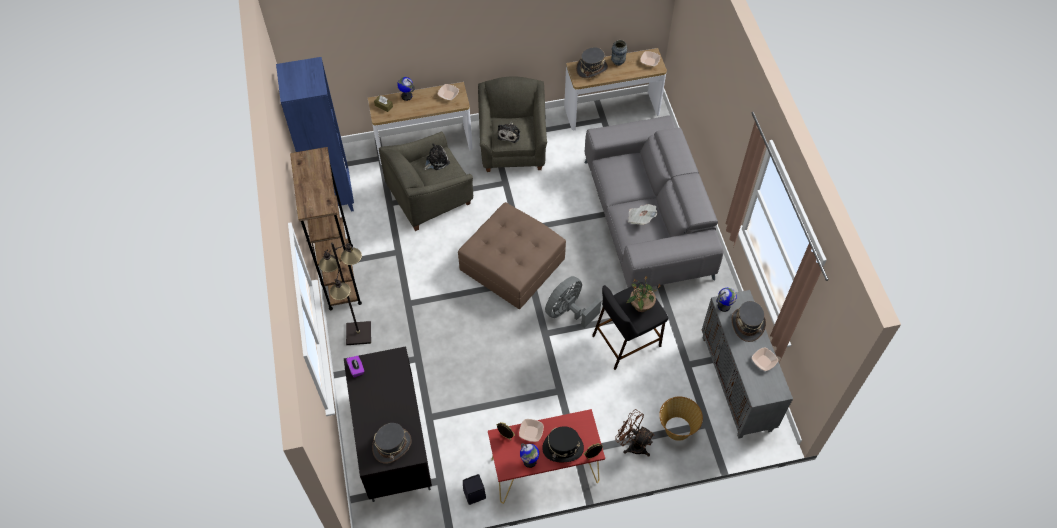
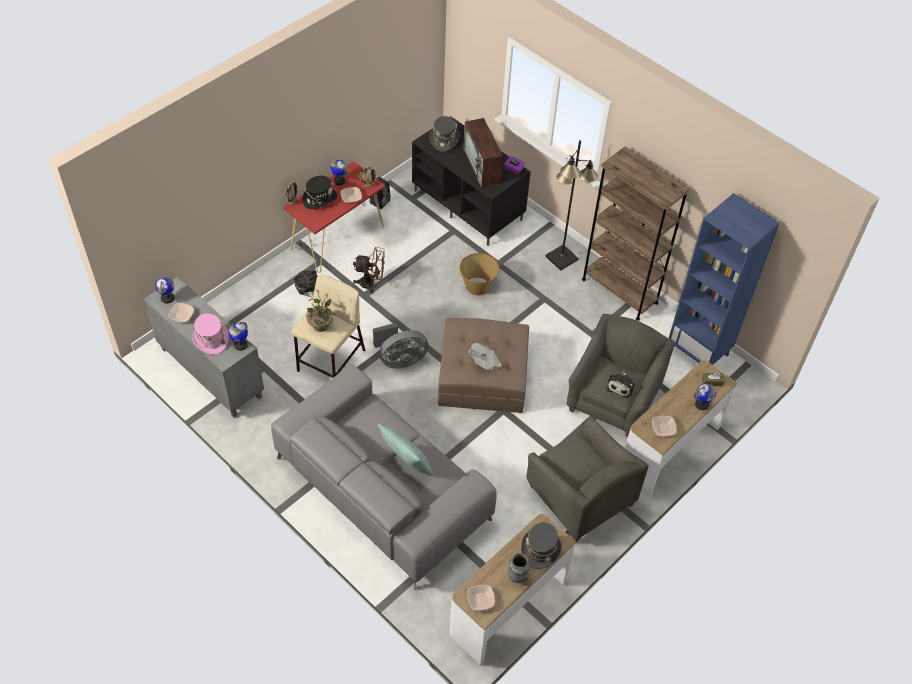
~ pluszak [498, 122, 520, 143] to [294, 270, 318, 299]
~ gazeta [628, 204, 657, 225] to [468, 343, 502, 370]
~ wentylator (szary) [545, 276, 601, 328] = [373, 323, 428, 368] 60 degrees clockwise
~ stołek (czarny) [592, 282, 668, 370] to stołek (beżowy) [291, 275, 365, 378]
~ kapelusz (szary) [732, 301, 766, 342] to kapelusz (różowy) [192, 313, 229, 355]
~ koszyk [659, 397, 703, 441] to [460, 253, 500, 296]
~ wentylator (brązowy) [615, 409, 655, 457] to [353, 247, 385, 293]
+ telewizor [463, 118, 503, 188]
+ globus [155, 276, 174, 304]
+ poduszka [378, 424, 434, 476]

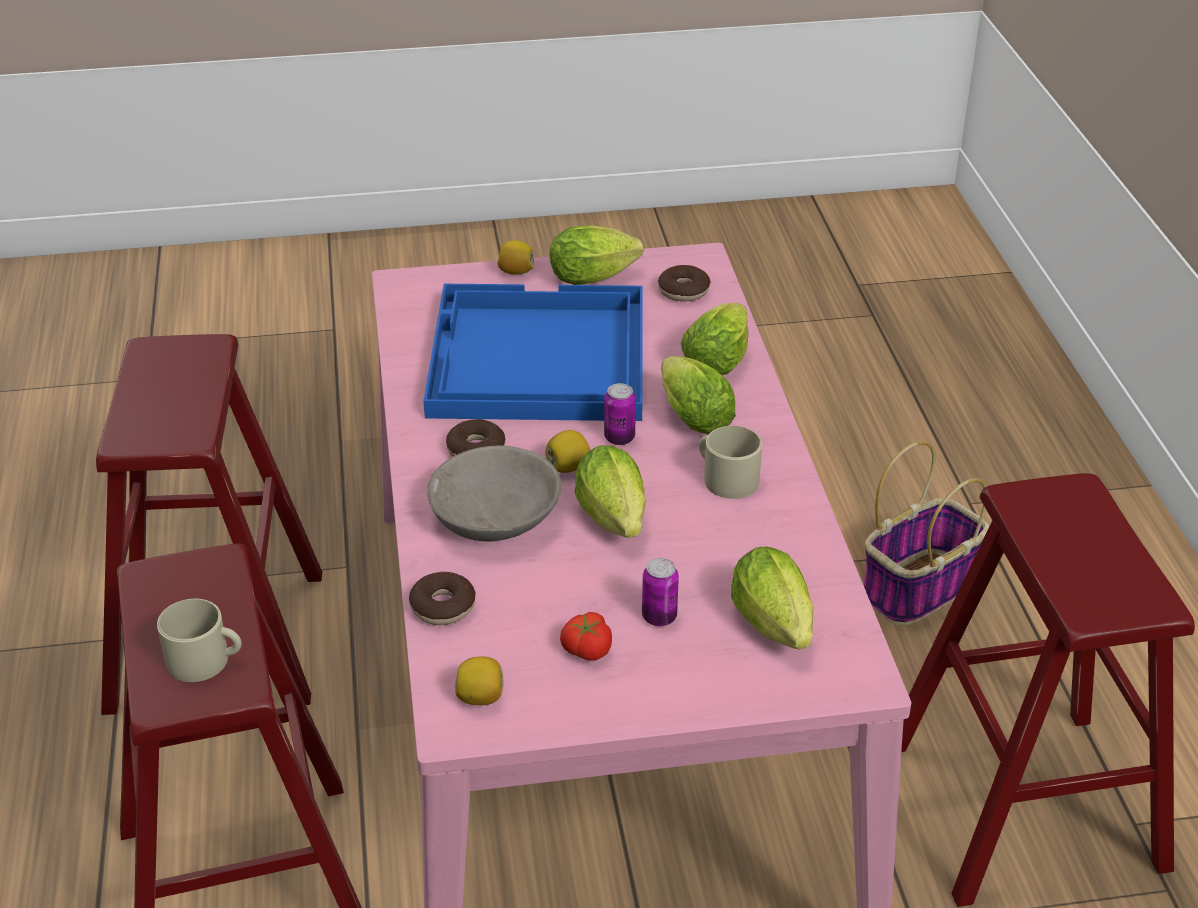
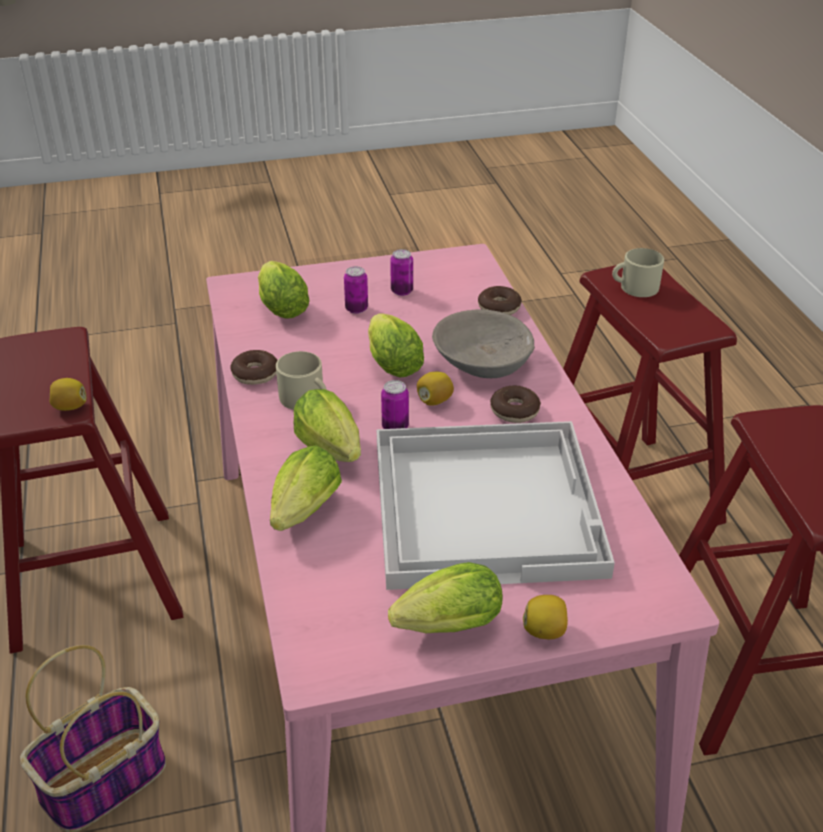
~ donut [658, 265, 711, 302] to [230, 350, 278, 385]
~ taca (niebieski) [423, 284, 643, 421] to taca (biały) [377, 421, 615, 590]
~ pomidor [560, 612, 612, 661] to puszka [390, 249, 413, 296]
~ cytryna [455, 656, 504, 705] to [49, 378, 87, 411]

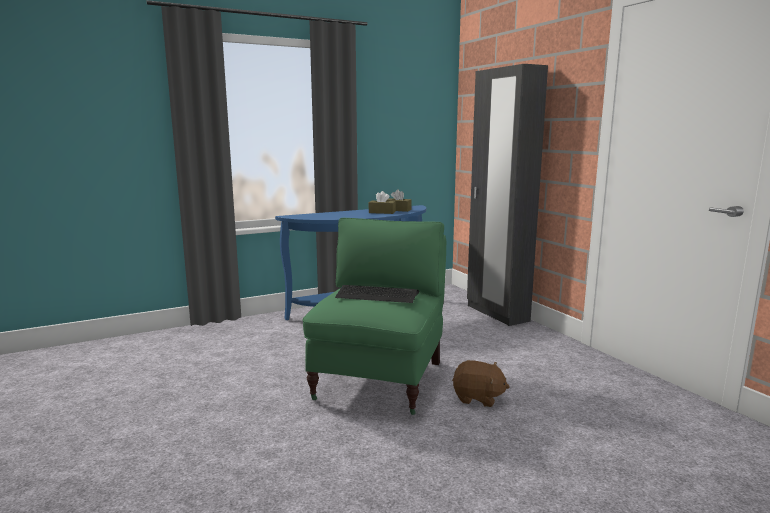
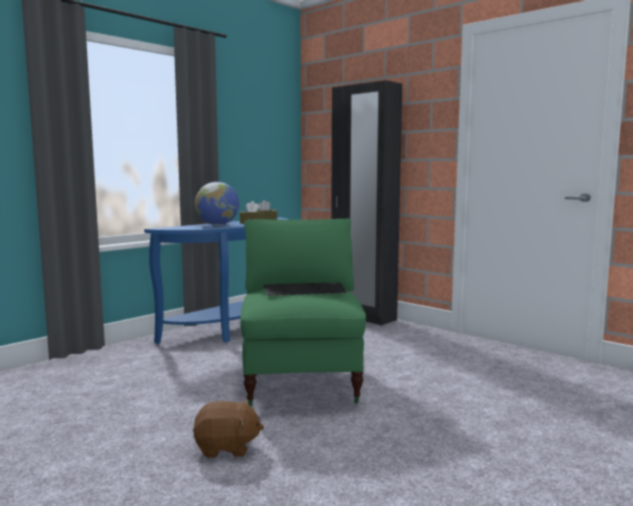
~ pluszak (brązowy) [452, 360, 510, 407] to [193, 399, 264, 458]
+ globus [195, 182, 239, 225]

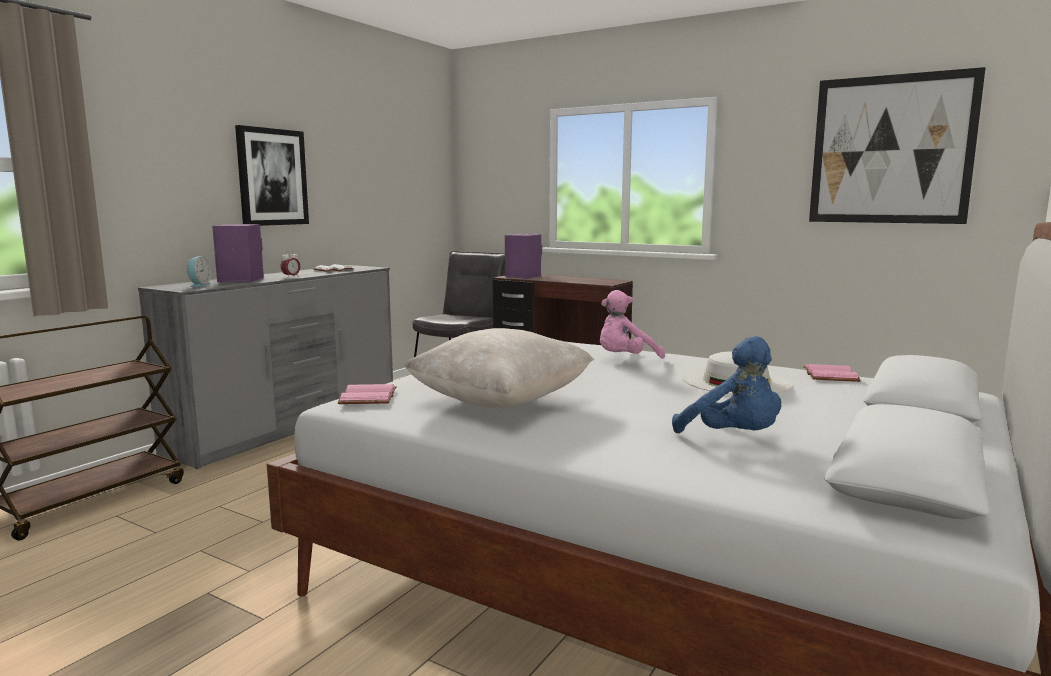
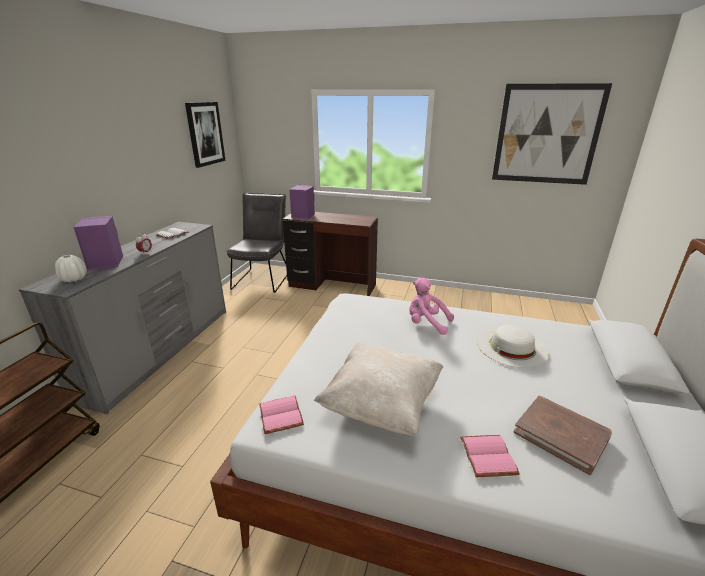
~ obraz [235, 125, 309, 226] to [185, 102, 226, 168]
~ budzik [187, 256, 211, 287] to wazon (biały) [55, 255, 87, 282]
~ pluszak (różowy) [600, 290, 665, 359] = [409, 278, 454, 335] 75 degrees clockwise
~ pluszak (niebieski) [672, 336, 781, 433] to książka (brązowy) [514, 396, 612, 475]
~ książka (różowy) [803, 364, 861, 382] to [460, 435, 520, 477]

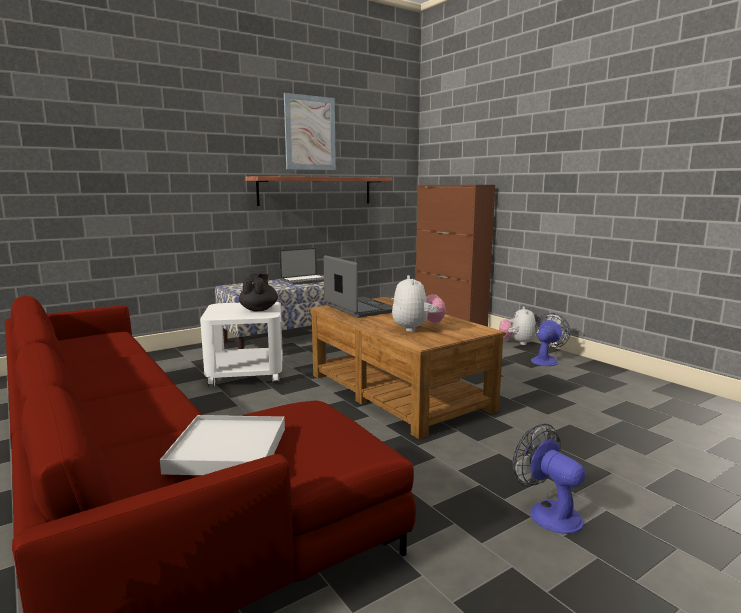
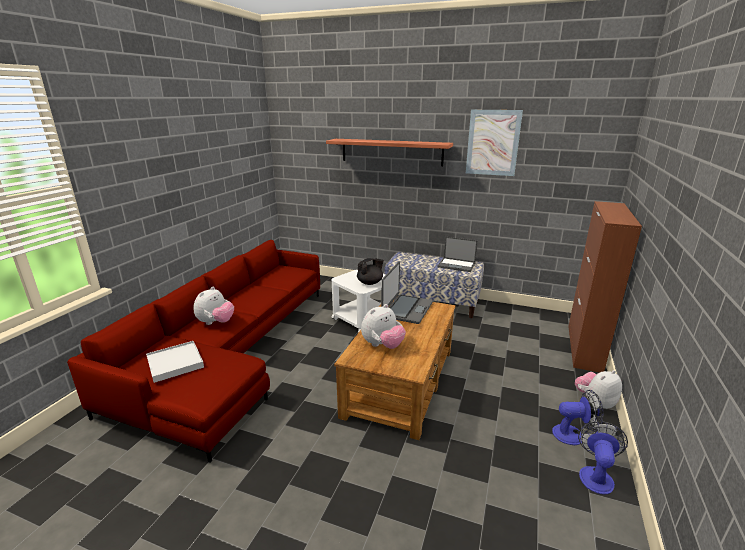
~ półka [245, 176, 392, 206] to [326, 139, 453, 166]
~ wentylator [513, 424, 585, 534] to [578, 421, 628, 495]
+ pluszak [193, 287, 234, 325]

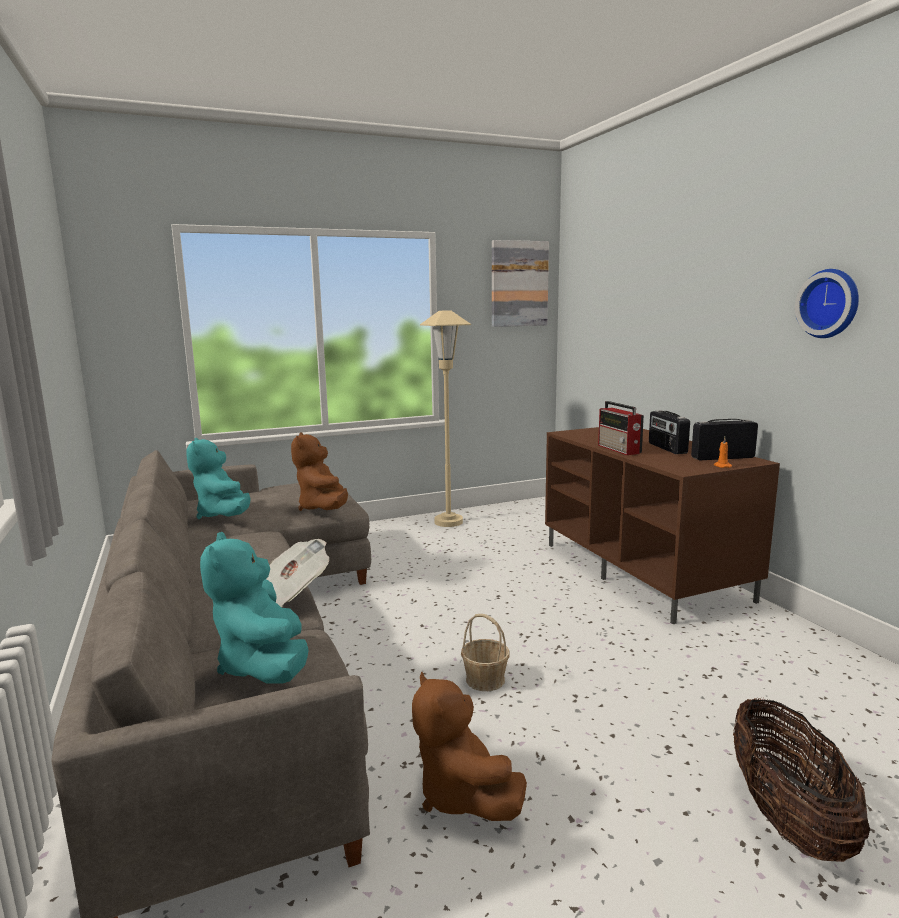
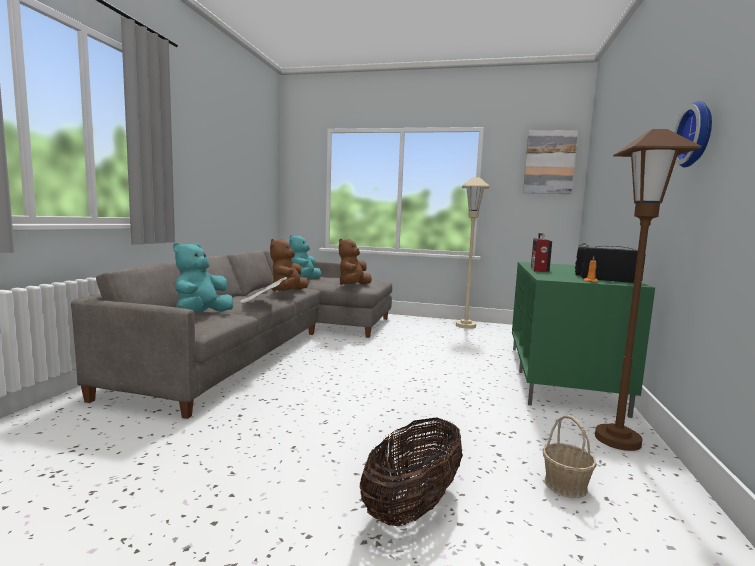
~ szafka pod telewizor (brązowy) [545, 427, 780, 624] to szafka pod telewizor (zielony) [512, 262, 655, 418]
~ koszyk [461, 614, 510, 691] to [543, 415, 597, 498]
~ pluszak (brązowy) [412, 671, 527, 821] to [270, 239, 308, 292]
+ lampa stojąca (brązowy) [595, 129, 702, 451]

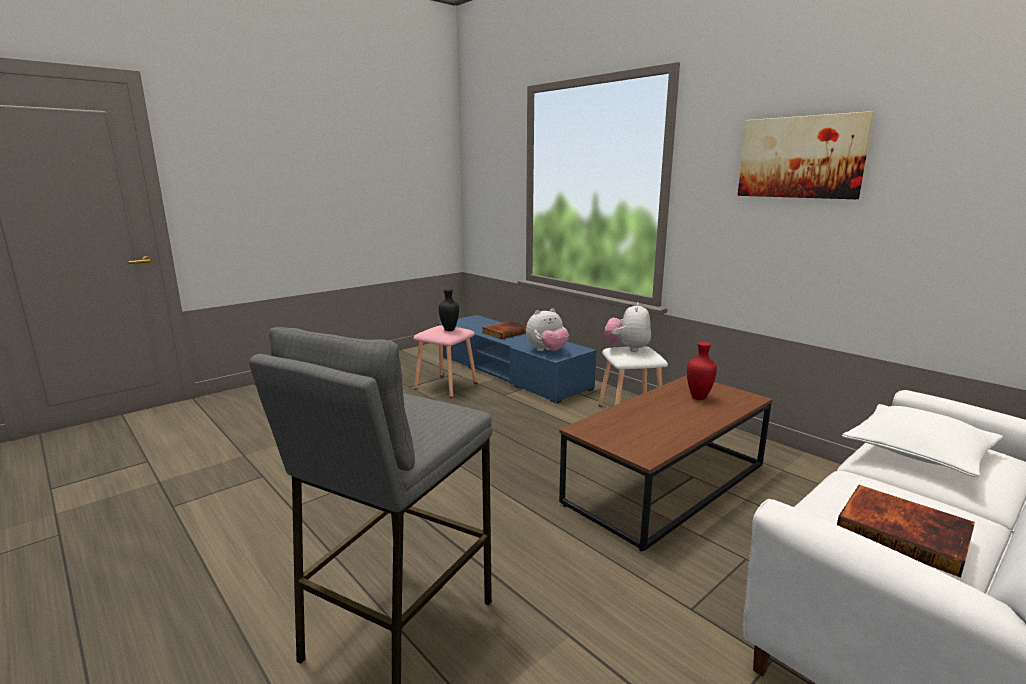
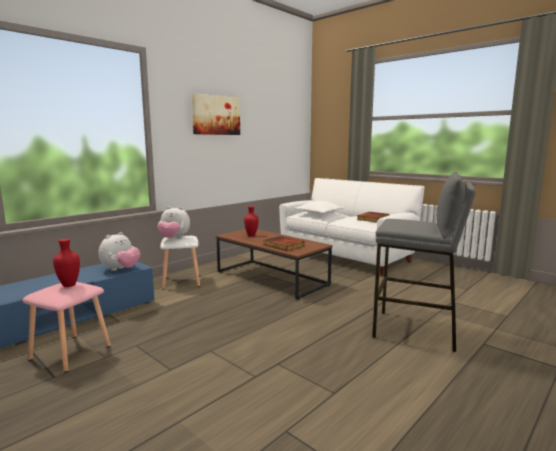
~ wazon (czarny) [439, 289, 459, 331] to wazon (czerwony) [53, 239, 80, 287]
~ pluszak [526, 308, 569, 351] = [99, 232, 140, 271] 60 degrees clockwise
~ książka [482, 321, 526, 339] to [264, 236, 304, 251]

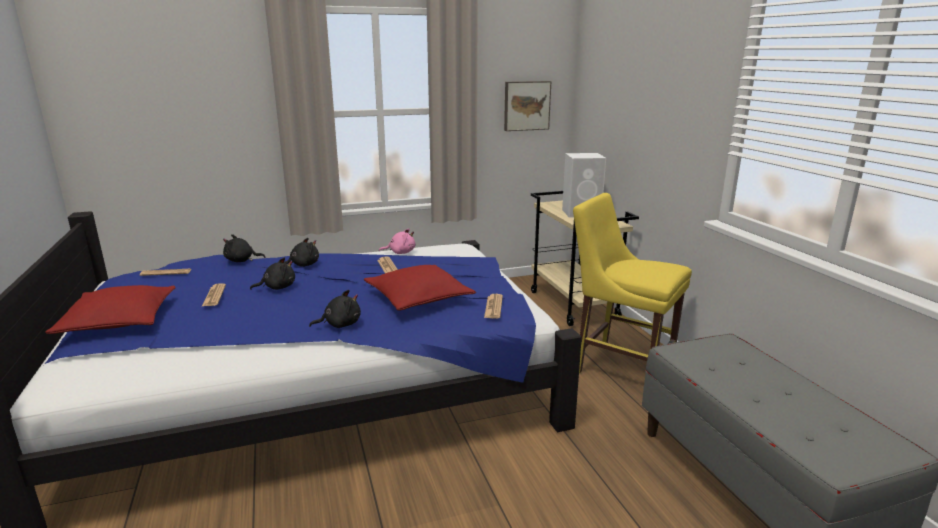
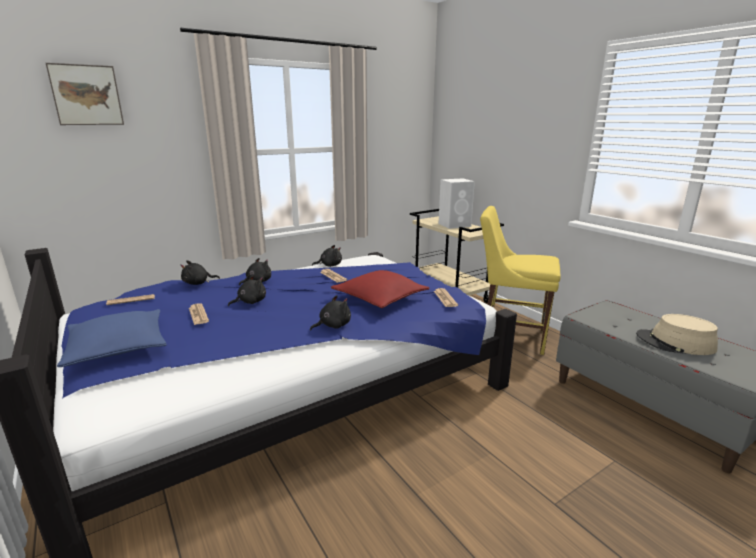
~ obraz [504, 81, 551, 131] to [46, 63, 124, 125]
~ pluszak (różowy) [379, 228, 415, 254] to pluszak (czarny) [312, 245, 342, 267]
~ poduszka (czerwony) [45, 285, 176, 334] to poduszka (niebieski) [57, 309, 167, 367]
+ kapelusz (beżowy) [636, 314, 718, 355]

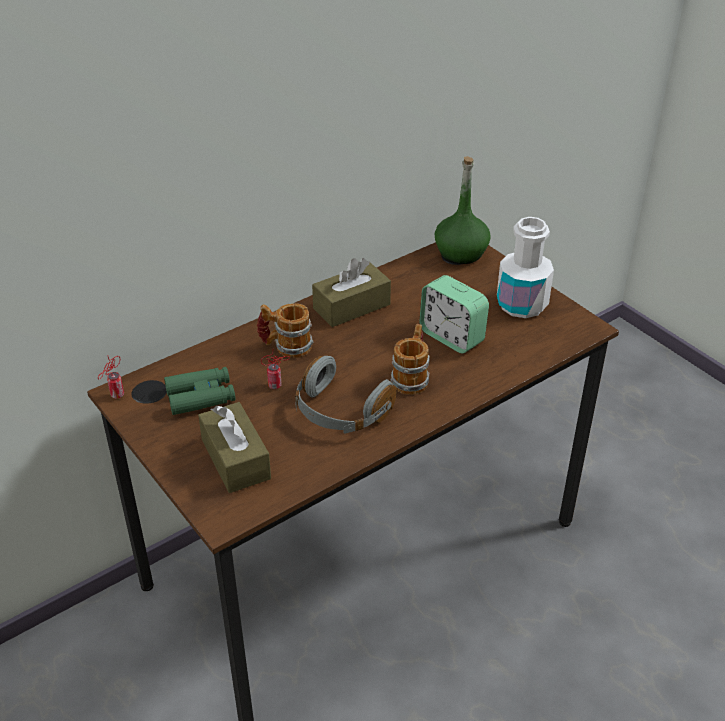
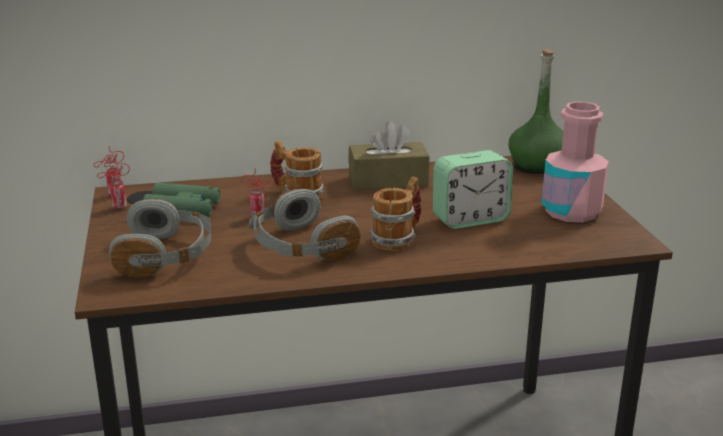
~ butelka (biały) [497, 217, 554, 318] to butelka (różowy) [541, 102, 609, 222]
~ budzik [419, 275, 489, 353] = [433, 150, 513, 229] 90 degrees counterclockwise
~ pudełko chusteczek (brązowy) [198, 402, 271, 493] to słuchawki (szary) [109, 199, 211, 278]
+ puszka [97, 157, 130, 209]

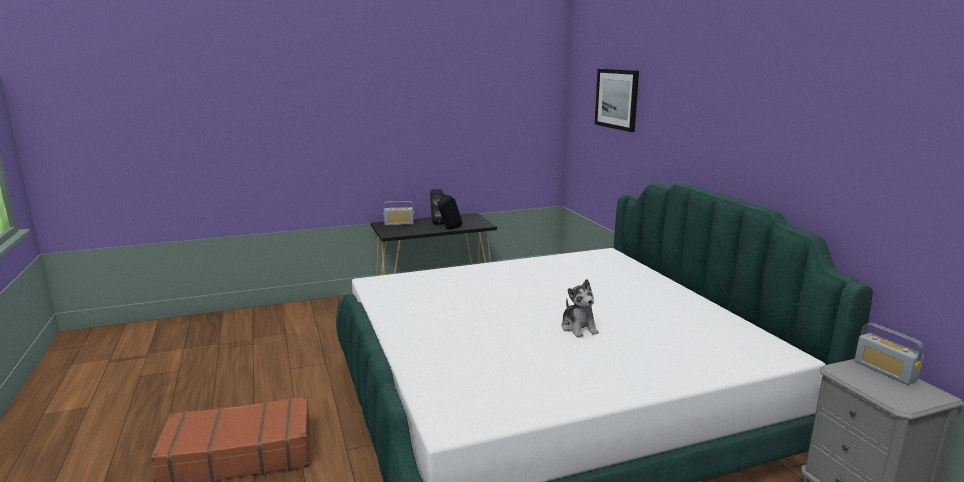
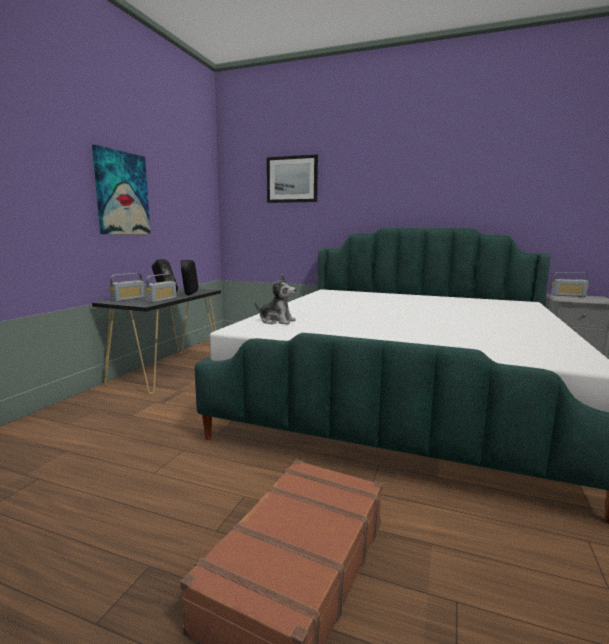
~ pluszak [561, 279, 599, 337] to [255, 275, 296, 325]
+ obraz [92, 145, 150, 234]
+ radio [144, 274, 176, 303]

